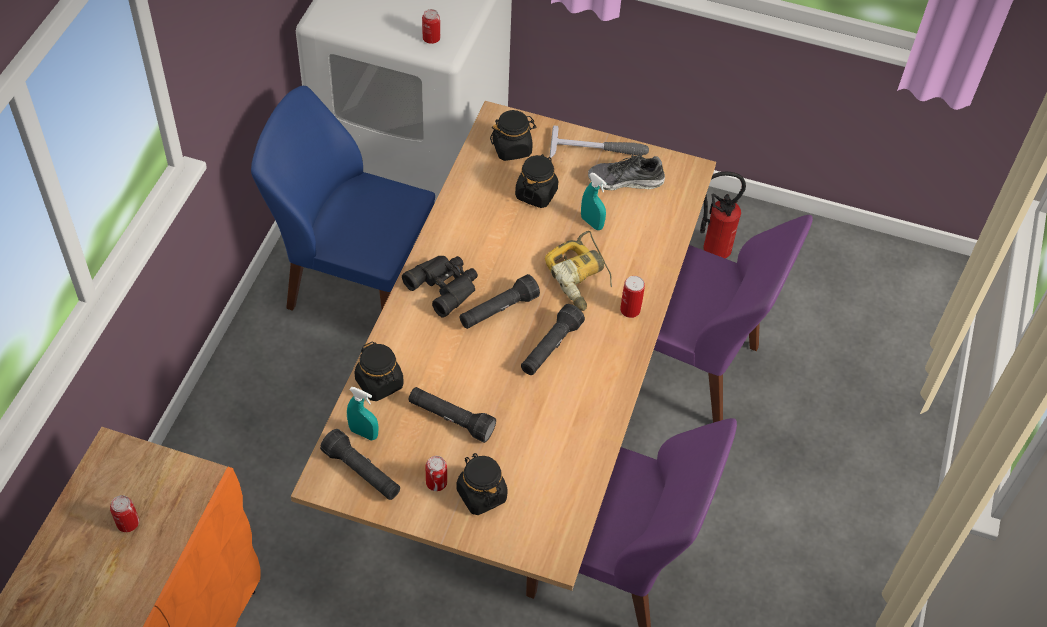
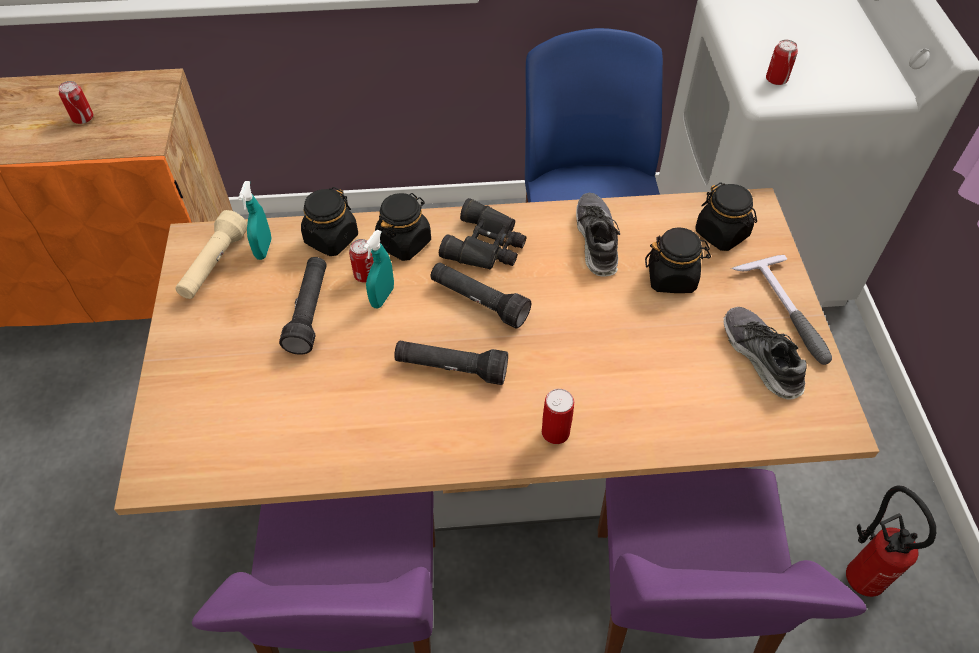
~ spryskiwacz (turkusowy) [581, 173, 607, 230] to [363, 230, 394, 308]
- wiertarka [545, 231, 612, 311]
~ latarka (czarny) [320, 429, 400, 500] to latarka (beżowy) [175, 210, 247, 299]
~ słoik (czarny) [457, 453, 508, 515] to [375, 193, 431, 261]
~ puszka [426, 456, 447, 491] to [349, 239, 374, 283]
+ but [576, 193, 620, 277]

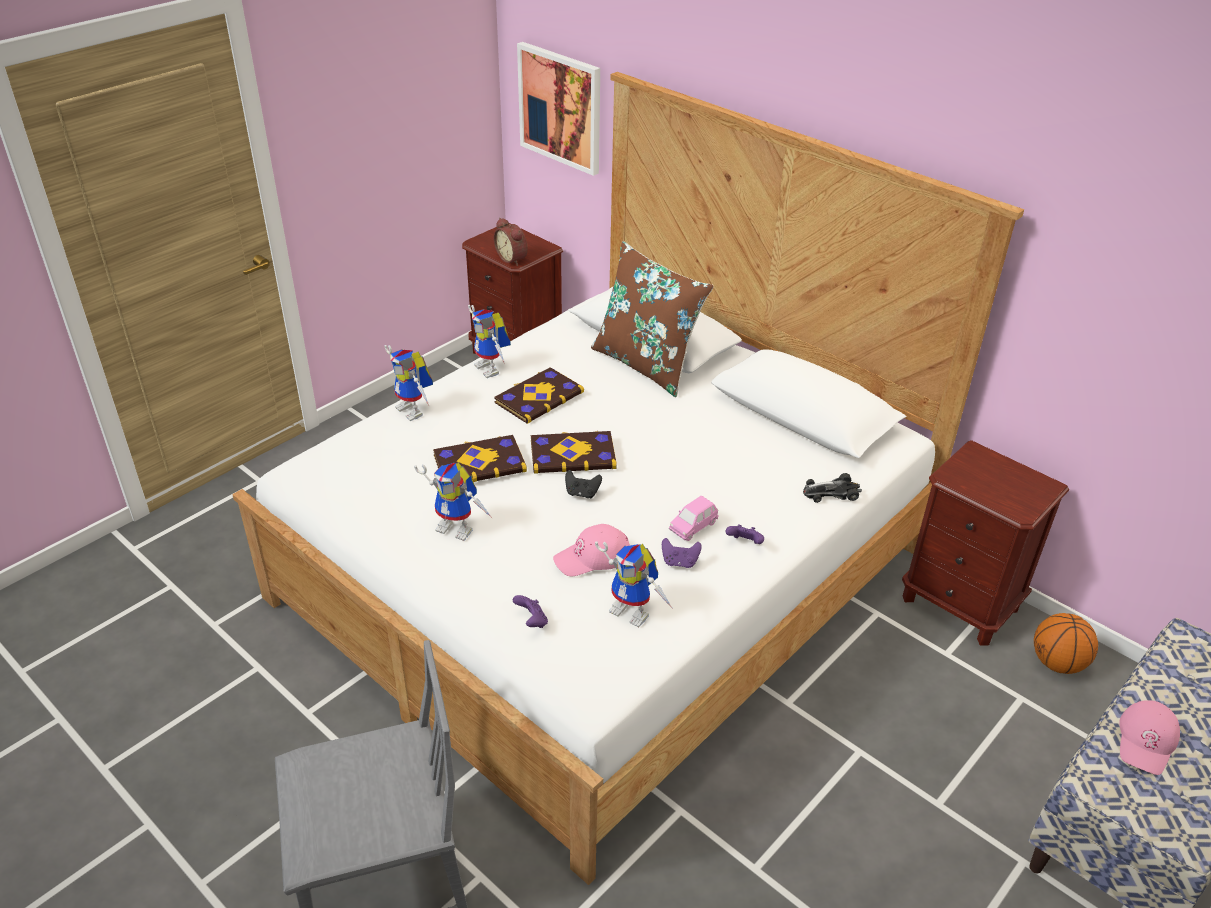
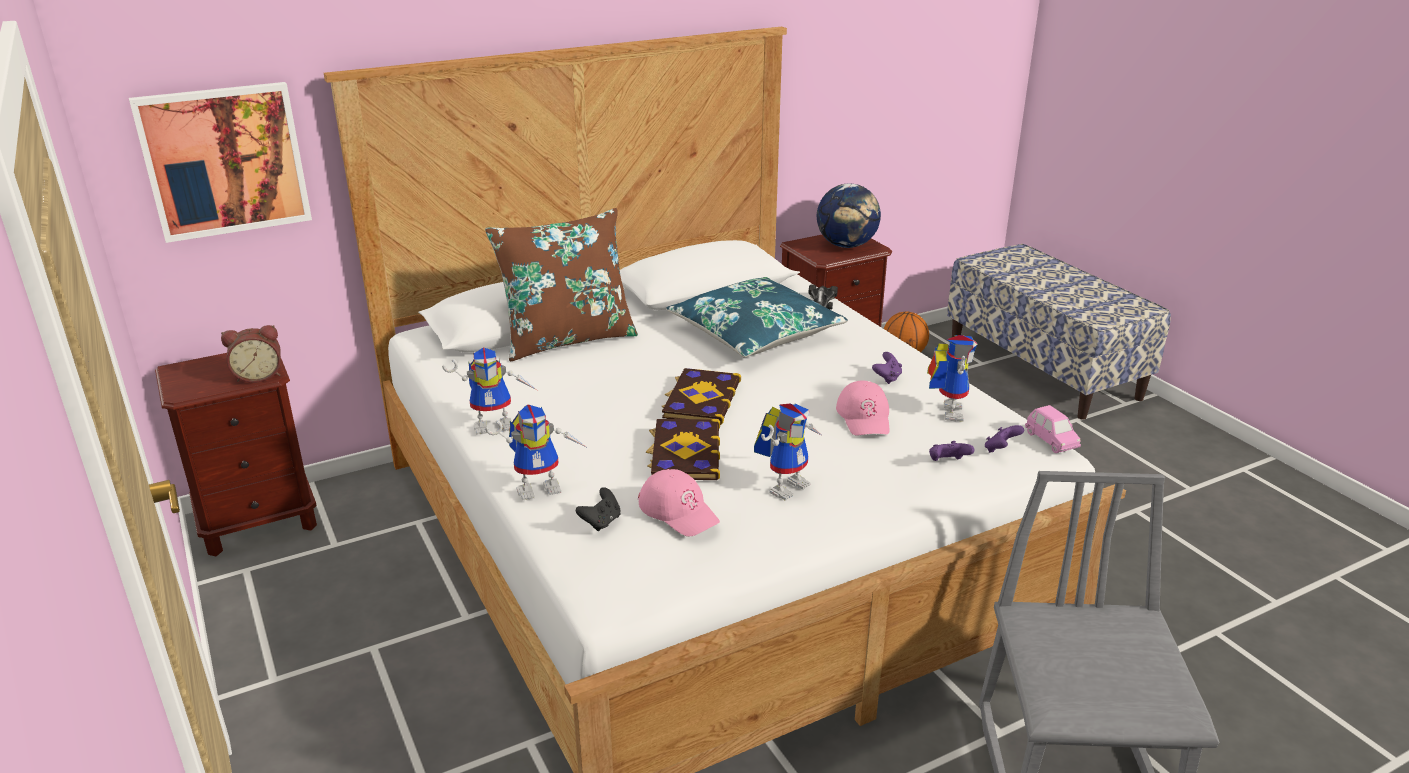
- książka [494, 367, 584, 424]
~ pad do gier (czarny) [565, 470, 602, 498] to [576, 487, 621, 531]
~ samochodzik (różowy) [669, 496, 719, 541] to [1025, 405, 1081, 453]
~ pad do gier (fioletowy) [726, 524, 764, 544] to [985, 425, 1024, 453]
~ robot zabawkowy [595, 541, 673, 627] = [927, 335, 977, 422] 45 degrees counterclockwise
~ czapka z daszkiem (różowy) [1119, 700, 1180, 775] to [638, 469, 720, 537]
+ globus [817, 184, 881, 248]
+ poduszka (niebieski) [666, 277, 848, 357]

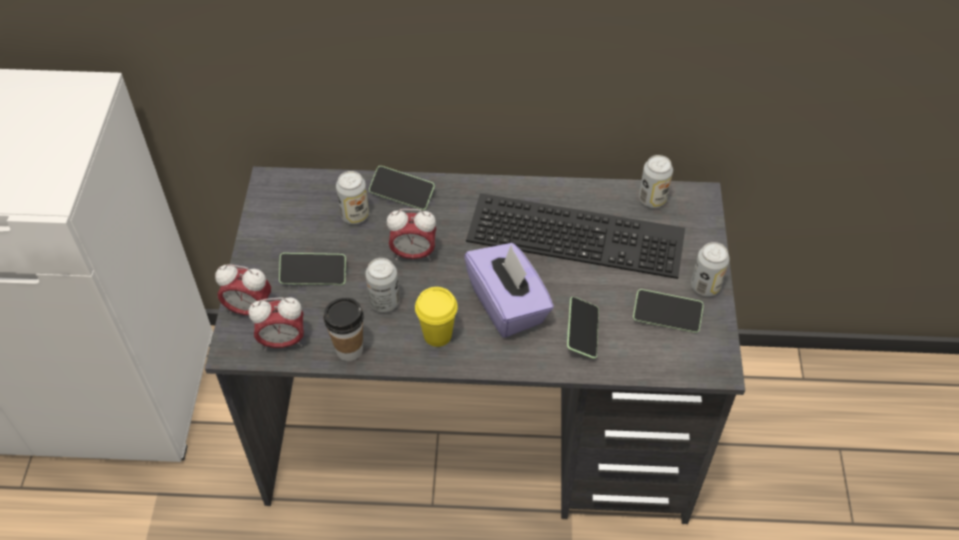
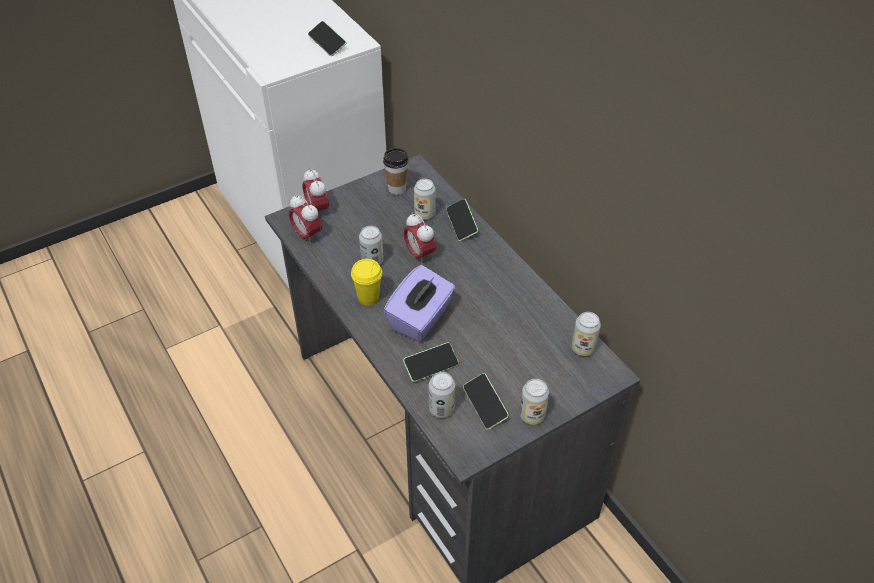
- klawiatura [466, 193, 685, 279]
~ telefon [279, 253, 346, 285] to [308, 21, 347, 56]
~ filiżanka [323, 298, 364, 361] to [383, 148, 409, 195]
+ puszka [429, 372, 455, 418]

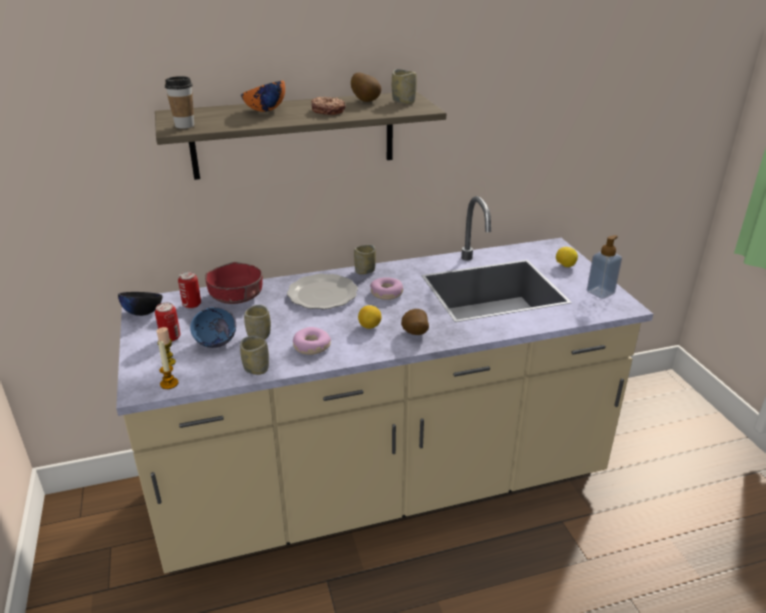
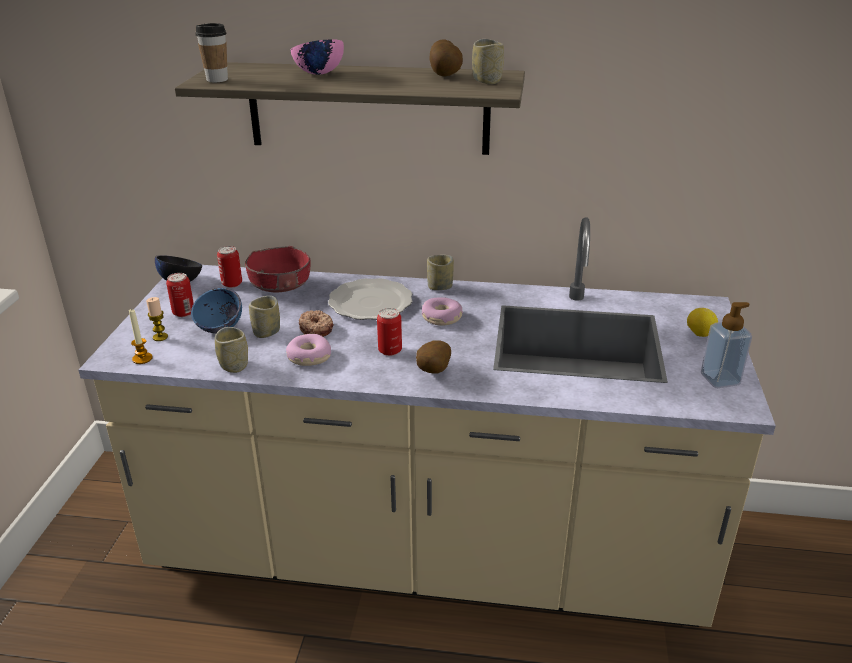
~ miska (pomarańczowy) [241, 81, 285, 112] to miska (różowy) [290, 39, 344, 75]
~ donut [311, 97, 346, 115] to [299, 310, 334, 337]
~ cytryna [358, 305, 381, 329] to puszka [377, 308, 402, 356]

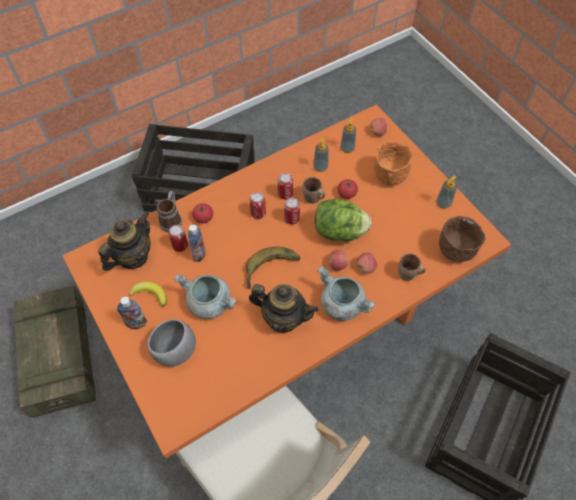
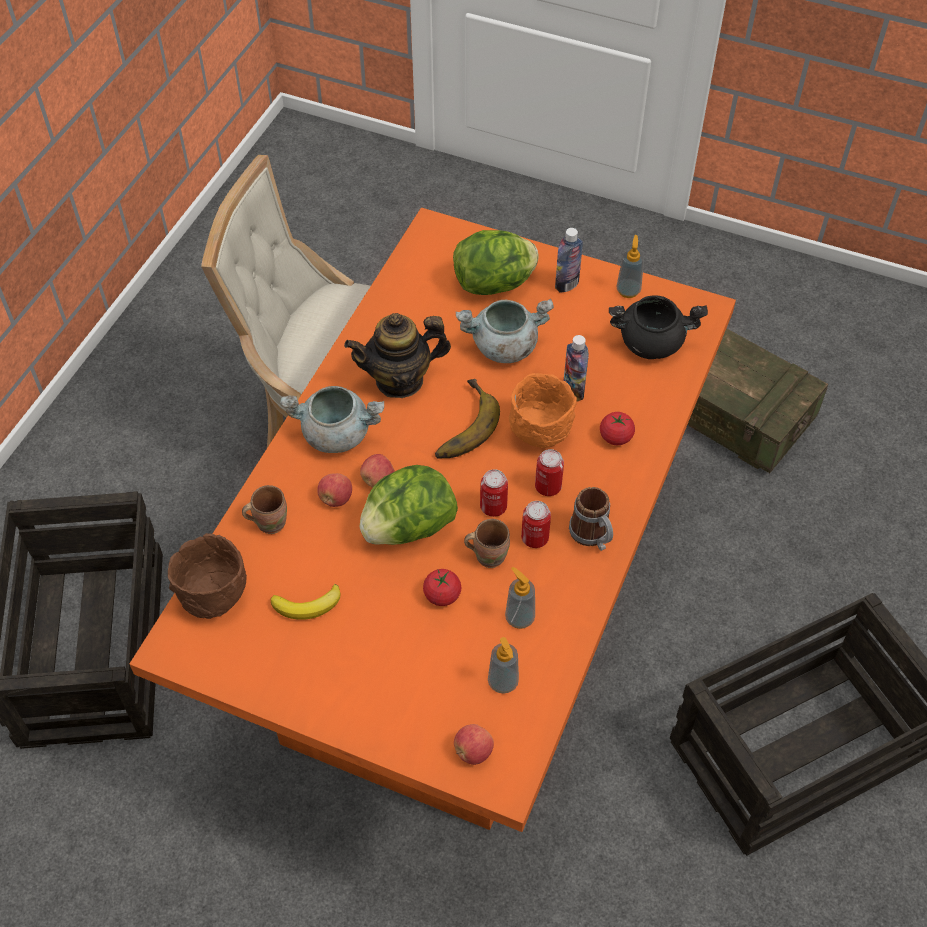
~ miska (pomarańczowy) [374, 141, 413, 186] to [509, 373, 577, 448]
~ dozownik mydła [436, 175, 457, 209] to [616, 235, 644, 298]
~ kubek [157, 191, 182, 233] to [569, 487, 613, 551]
~ imbryk [98, 211, 151, 271] to garnek (czarny) [609, 295, 708, 359]
- puszka [169, 225, 188, 252]
~ banan [129, 281, 167, 307] to [271, 584, 340, 620]
~ miska (szary) [148, 319, 196, 366] to sałata [453, 230, 539, 295]

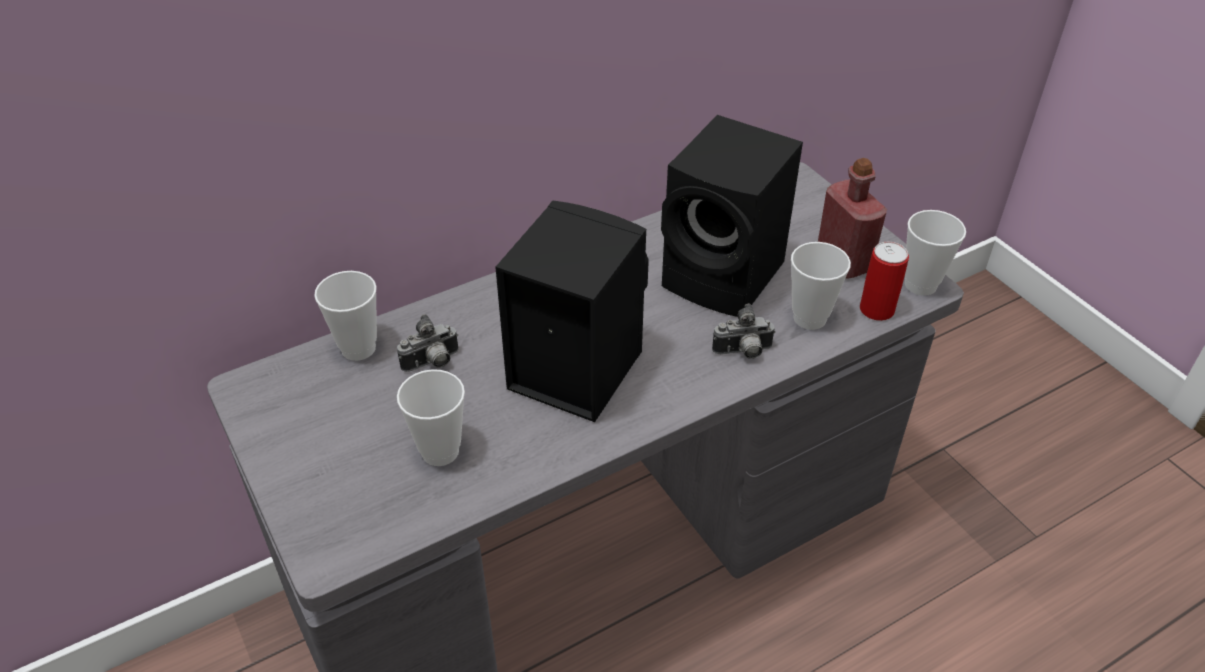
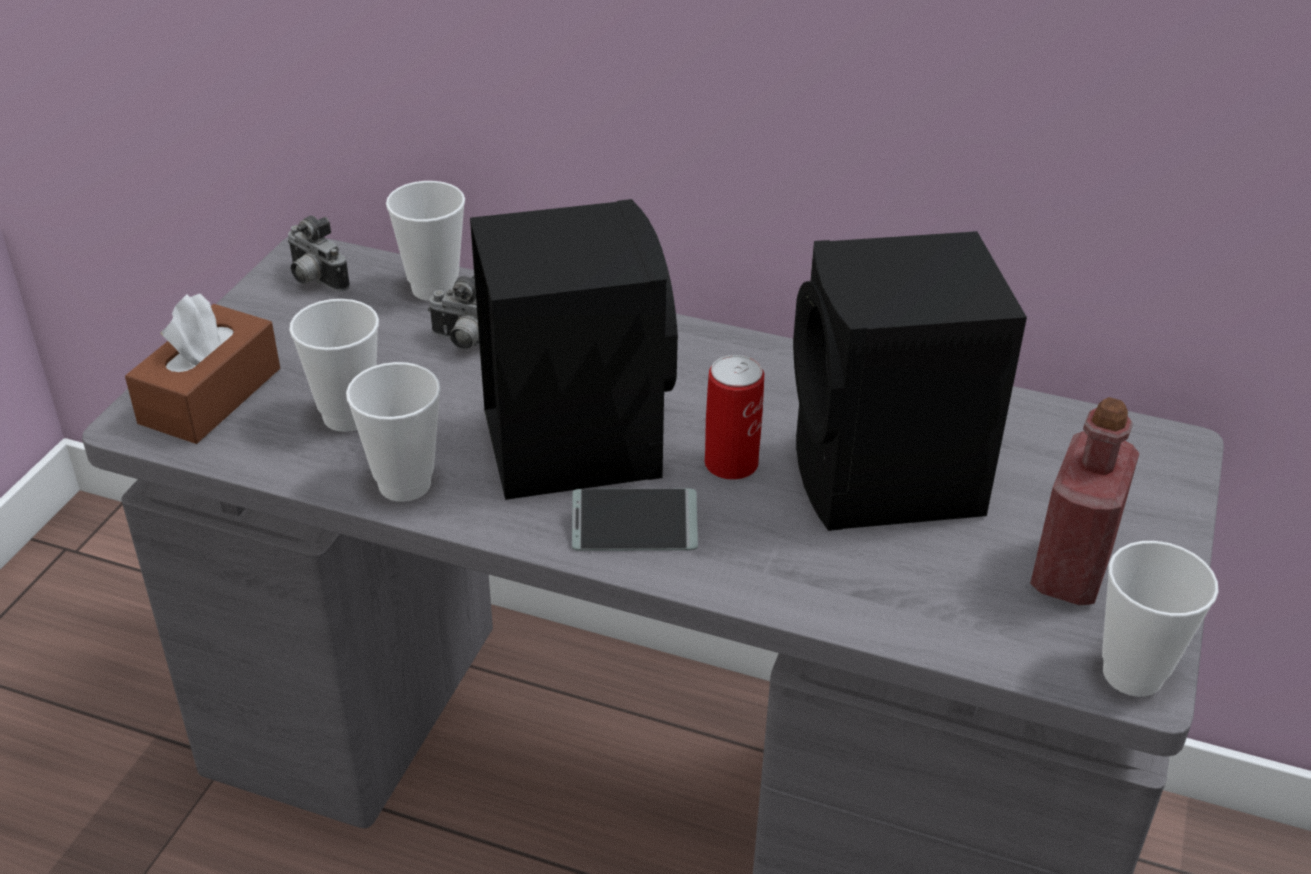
~ filiżanka [791, 242, 851, 330] to [346, 362, 441, 502]
~ puszka [860, 242, 909, 321] to [705, 355, 764, 480]
~ aparat fotograficzny [712, 304, 776, 359] to [288, 215, 350, 291]
+ pudełko chusteczek (brązowy) [125, 294, 280, 444]
+ telefon [572, 489, 698, 551]

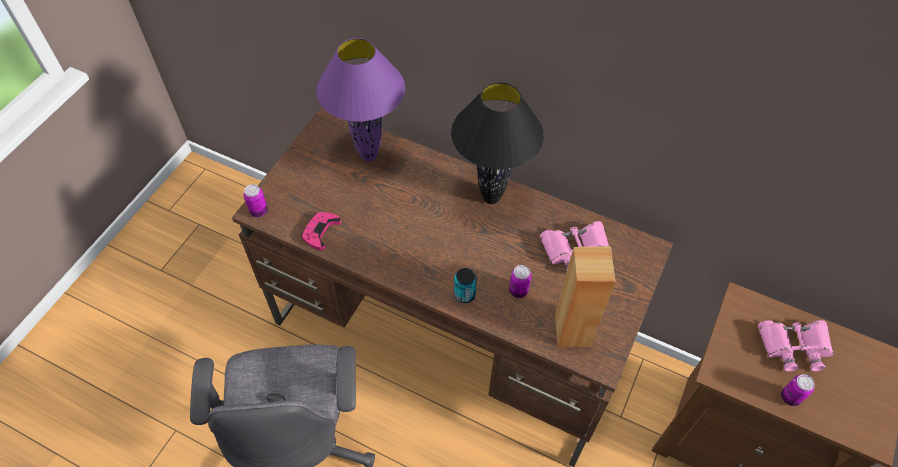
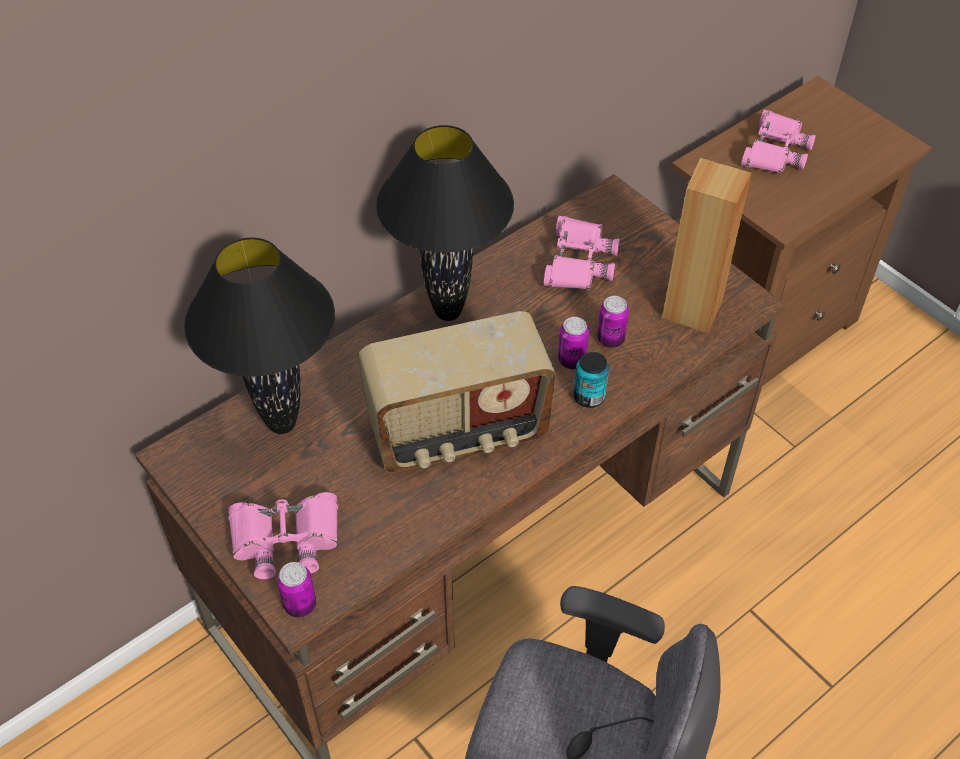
~ lampa stołowa (fioletowy) [316, 38, 405, 161] to lampa stołowa (czarny) [184, 237, 335, 434]
- pad do gier (różowy) [301, 212, 341, 250]
~ puszka [781, 374, 815, 406] to [558, 317, 589, 369]
+ radio [358, 311, 556, 473]
+ lornetka (różowy) [228, 492, 338, 579]

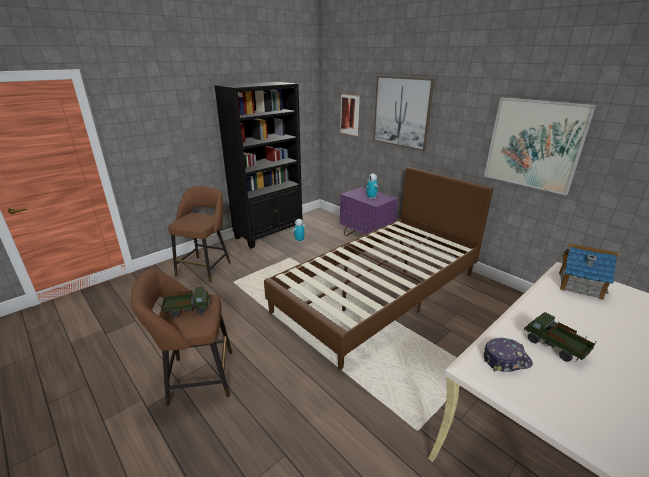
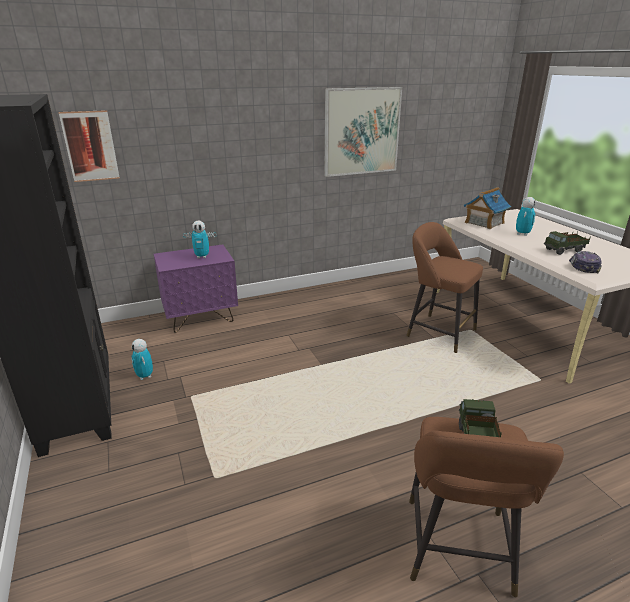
- obraz [373, 76, 435, 151]
- łóżko (brązowy) [264, 167, 494, 370]
~ stołek (brązowy) [168, 186, 231, 283] to [406, 222, 483, 353]
+ robot zabawkowy [516, 197, 536, 236]

